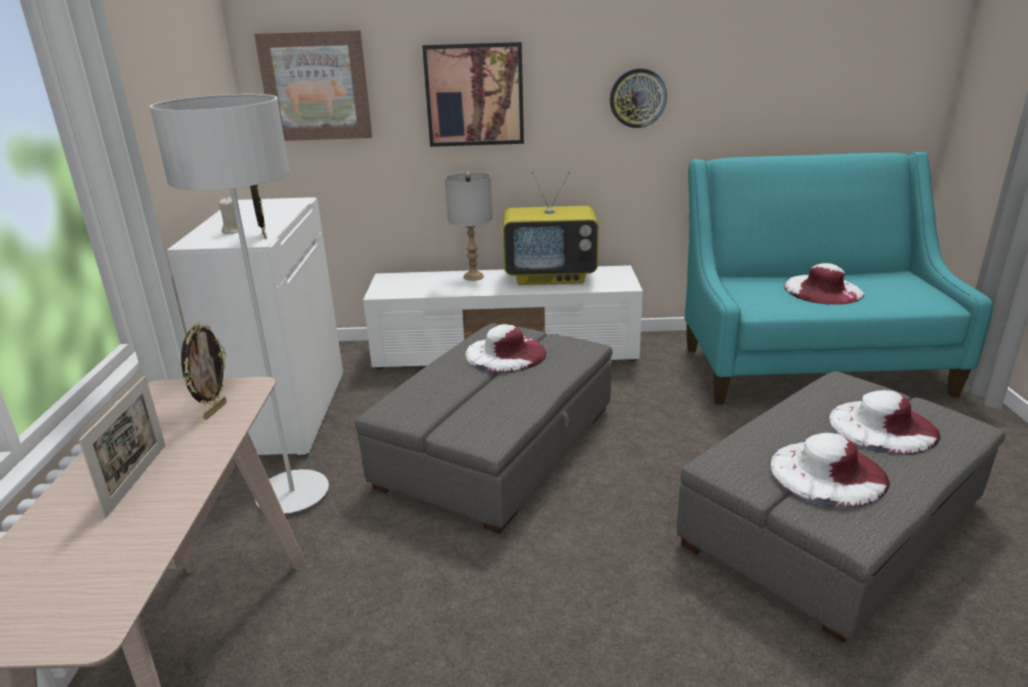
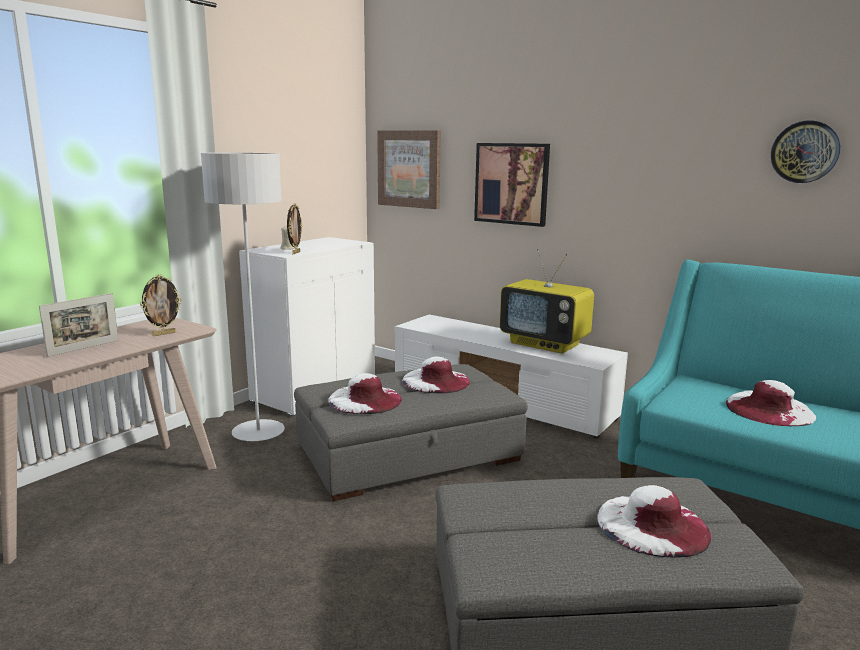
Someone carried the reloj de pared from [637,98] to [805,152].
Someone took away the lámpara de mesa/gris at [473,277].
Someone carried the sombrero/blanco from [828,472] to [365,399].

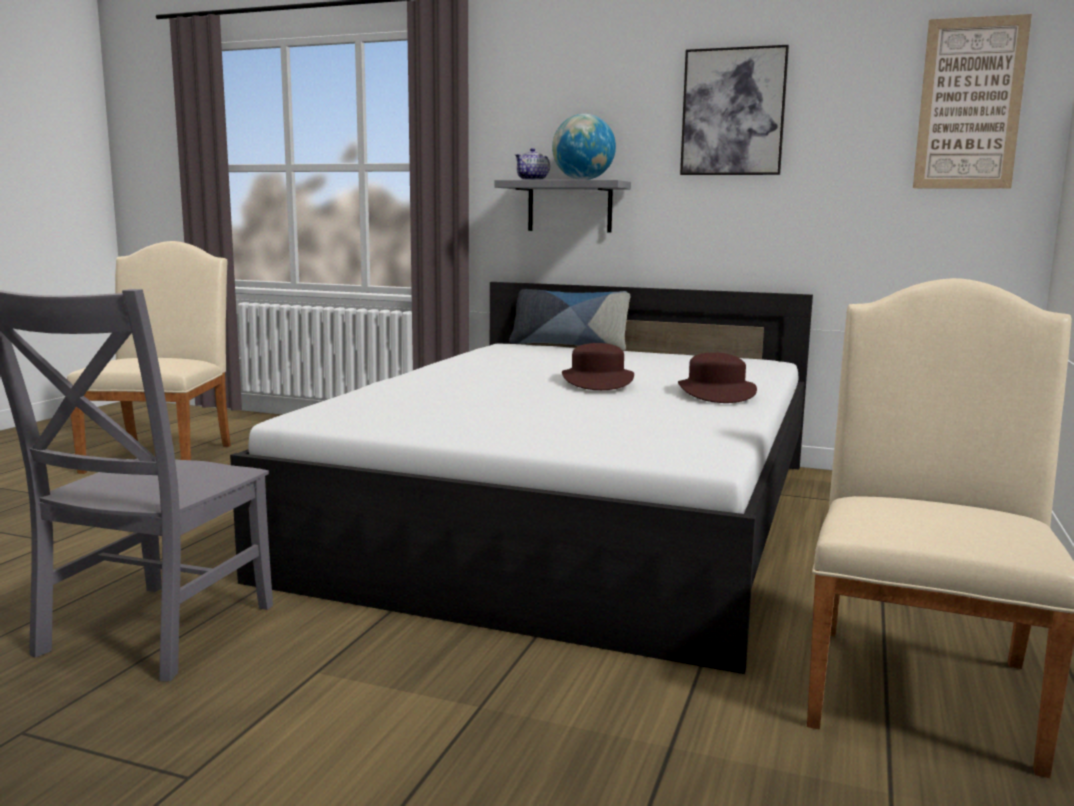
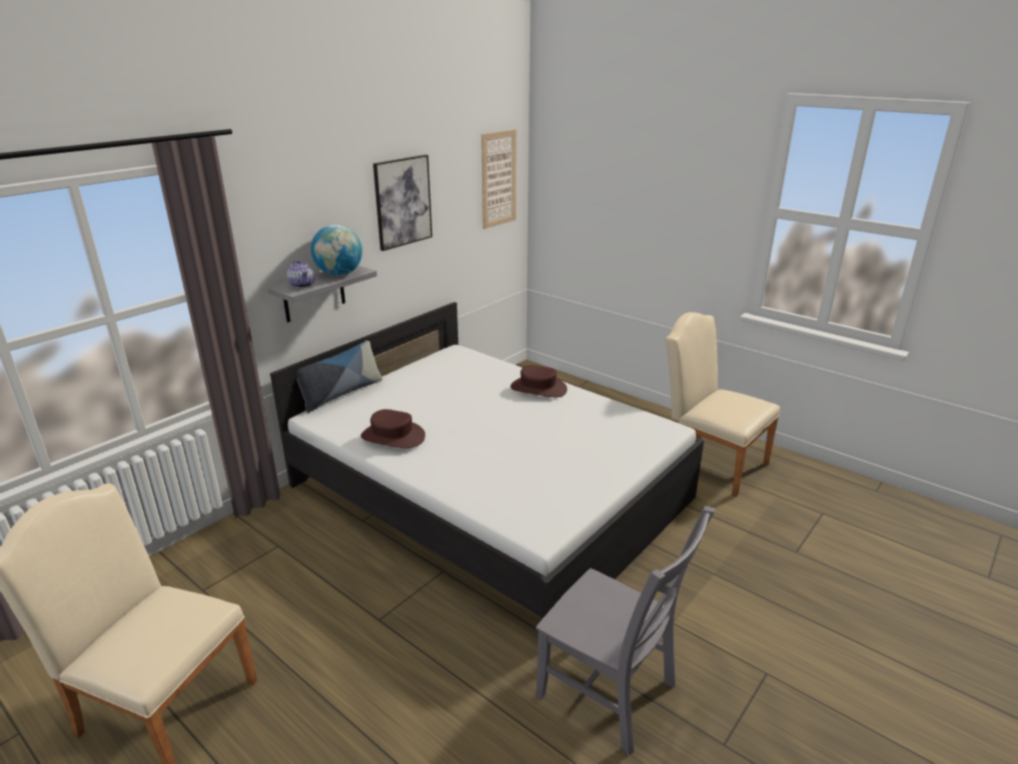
Someone carried the sombrero/marrón from [597,381] to [393,436].

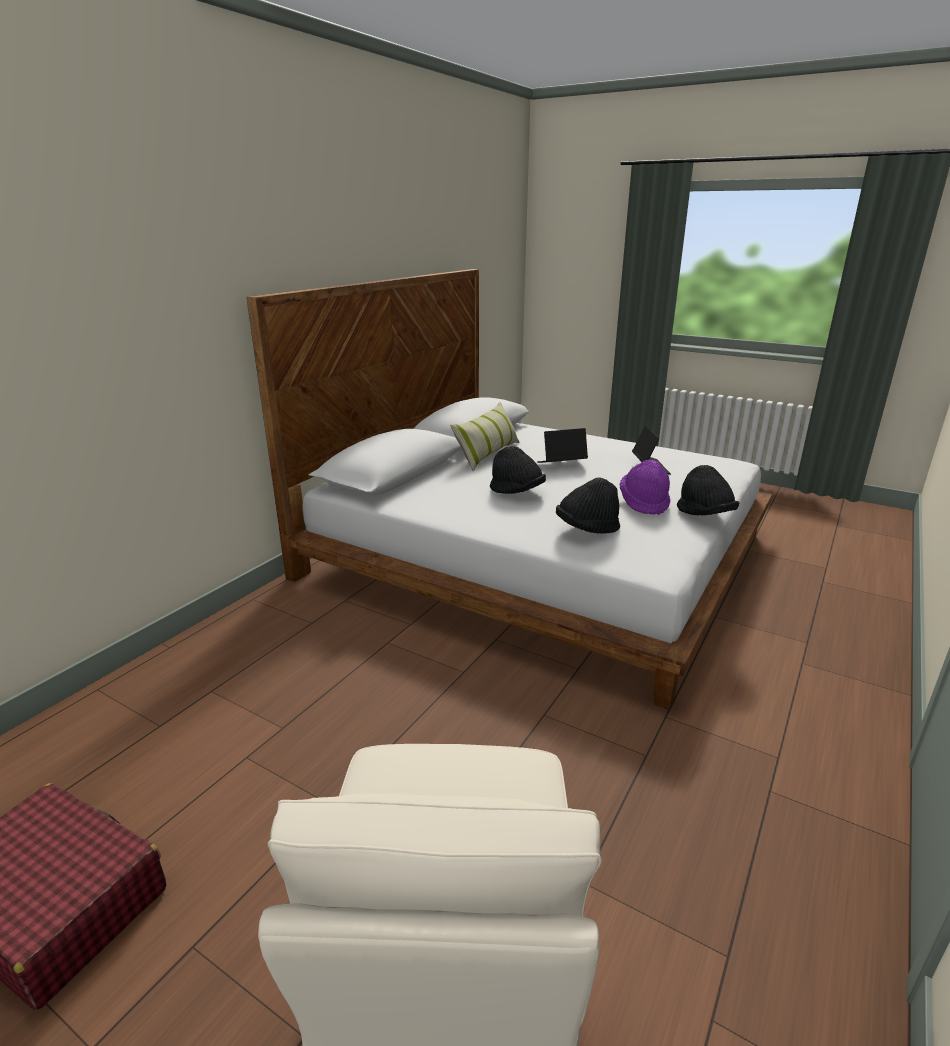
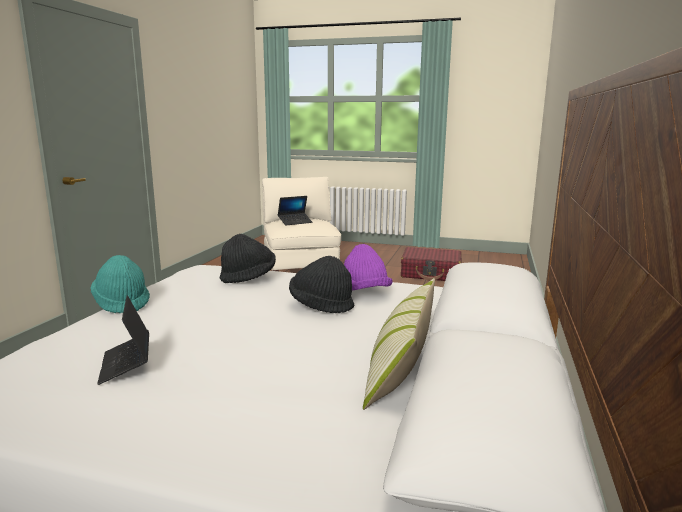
Someone carried the portátil from [561,464] to [295,222].
Someone carried the sombrero/morado from [644,503] to [365,292].
Someone repainted the sombrero/negro at [704,515], which became the sombrero/turquesa at [122,303].

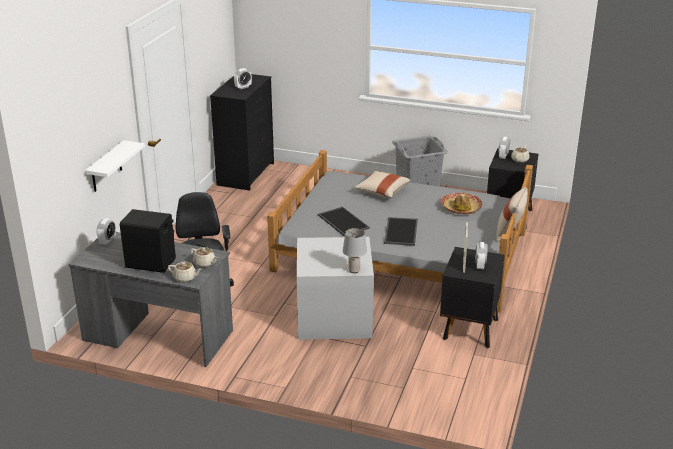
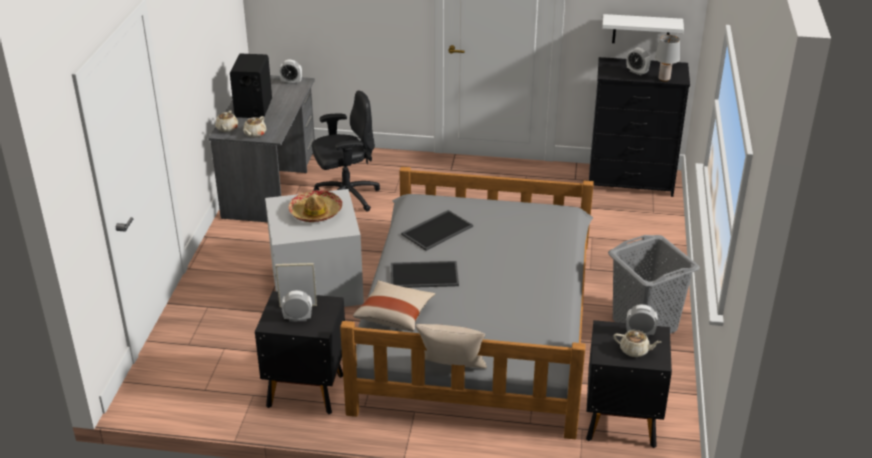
Someone carried the estante/blanco from [106,167] to [641,30].
Someone carried the cojín/beis from [382,192] to [395,315].
Someone carried the sombrero from [461,208] to [316,212].
Someone carried the lámpara de mesa/gris from [354,270] to [664,79].

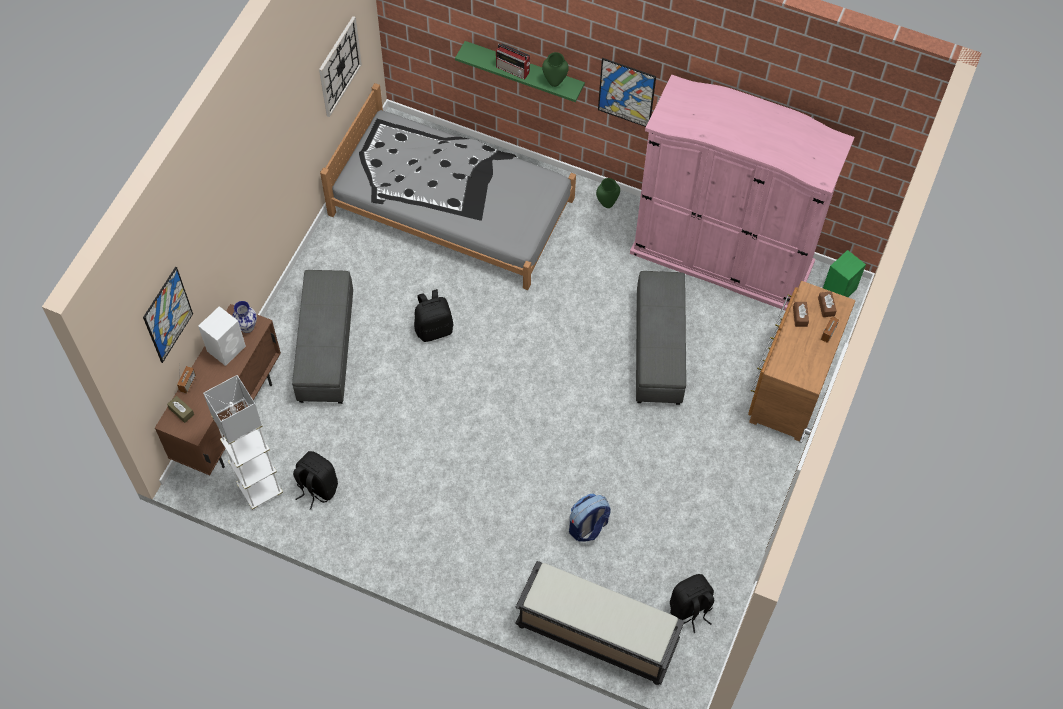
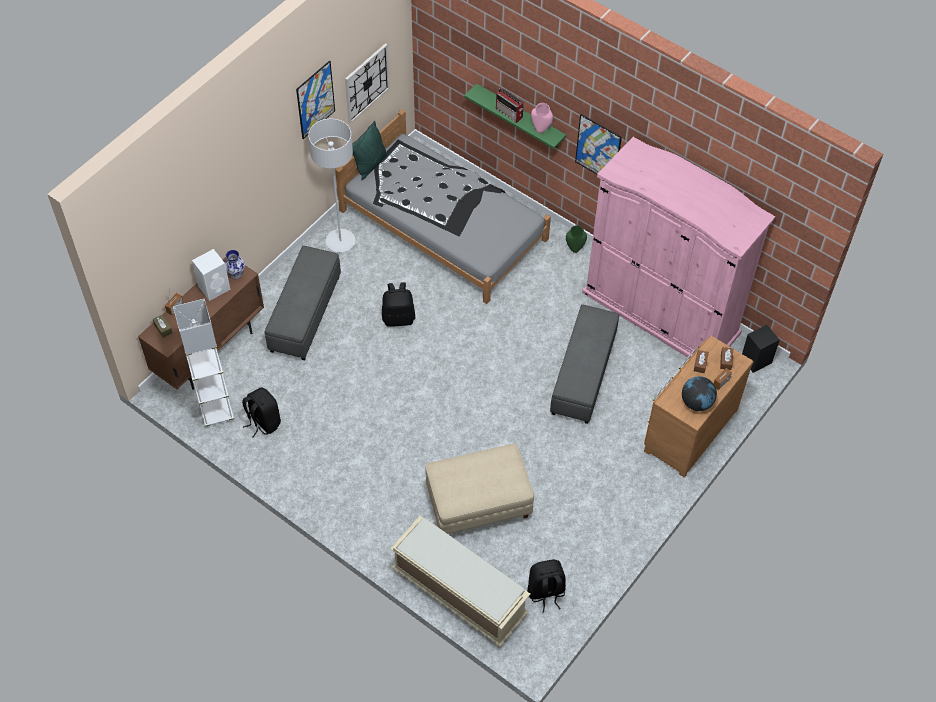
Someone repainted the florero/verde at [554,82], which became the florero/rosa at [541,129].
Someone repainted the altavoz/verde at [839,289], which became the altavoz/negro at [756,360].
Someone carried the cuadro from [168,315] to [315,100].
Someone swapped the mochila at [588,527] for the puf/beis at [478,505].
Someone repainted the banco/negro at [595,634], which became the banco/beis at [458,593].
Someone put down the lámpara de pie/gris at [340,241].
Someone put down the cojín/verde at [370,165].
Someone put down the globo terráqueo at [696,402].

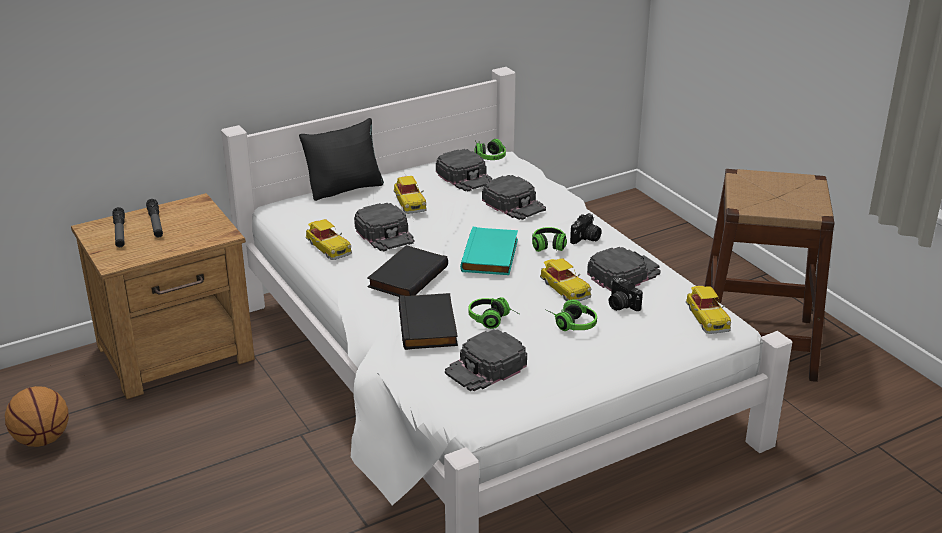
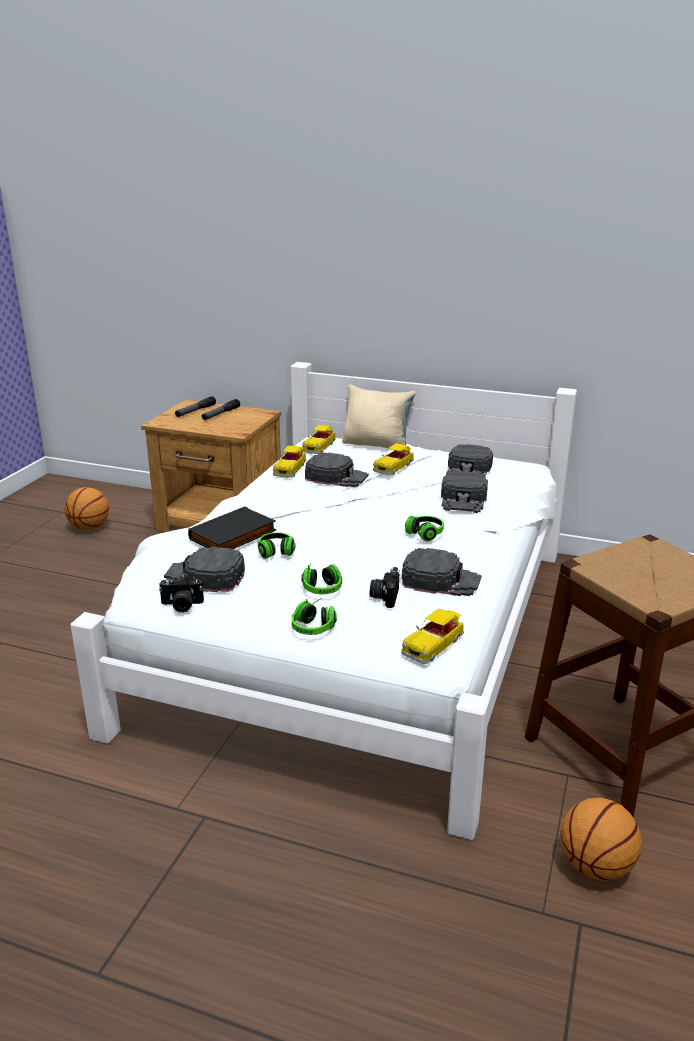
Someone repainted the cojín/negro at [345,188], which became the cojín/beis at [377,445].
Someone carried the auriculares from [488,156] to [316,625].
Someone rotated the gorra/negro at [385,233] by 90 degrees counterclockwise.
Someone carried the cámara from [586,238] to [181,606].
Someone took away the libro/turquesa at [491,256].
Someone took away the libro/negro at [406,276].
Someone carried the coche de juguete from [564,288] to [319,447].
Someone put down the balón de baloncesto at [596,867].

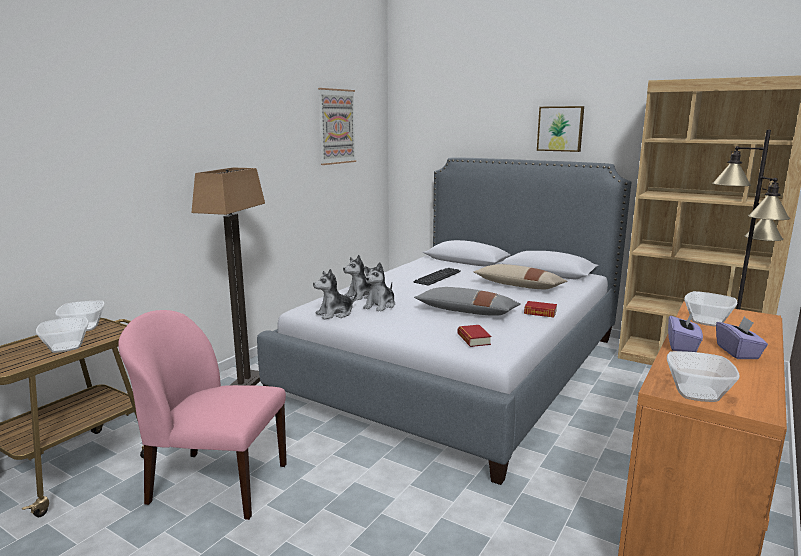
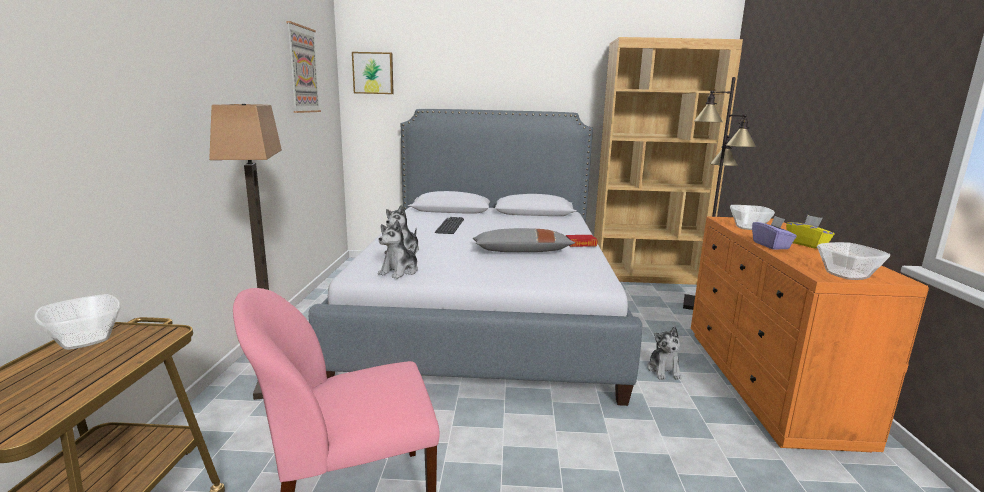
Someone carried the cuadro from [560,128] to [373,73].
Someone carried the peluche from [380,305] to [664,370].
Someone took away the cojín/beis at [519,286].
Someone repainted the caja de pañuelos/morado at [738,352], which became the caja de pañuelos/amarillo at [807,244].
Someone took away the cuenco at [67,347].
Someone took away the libro at [473,339].

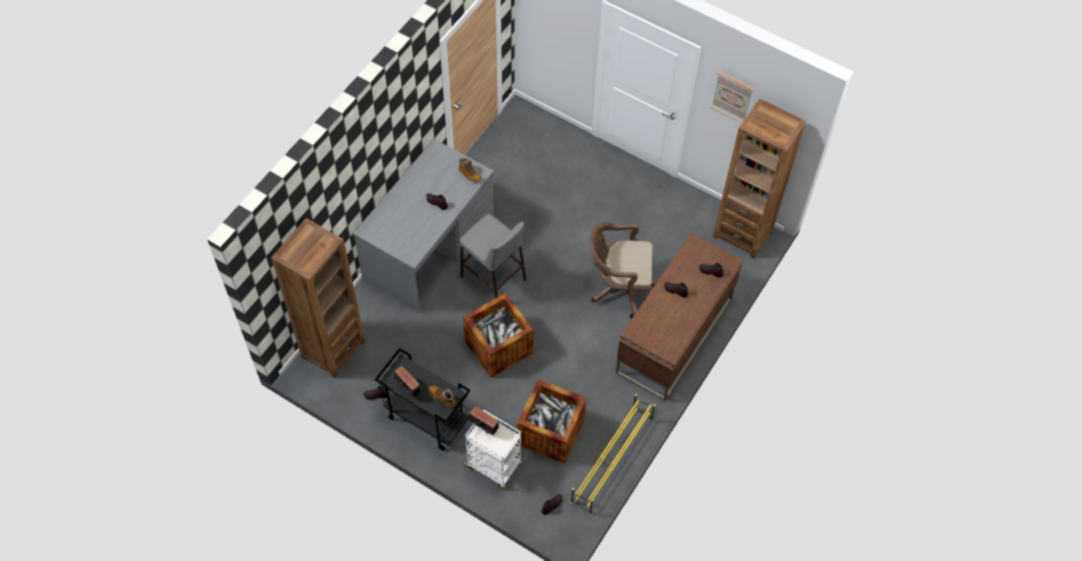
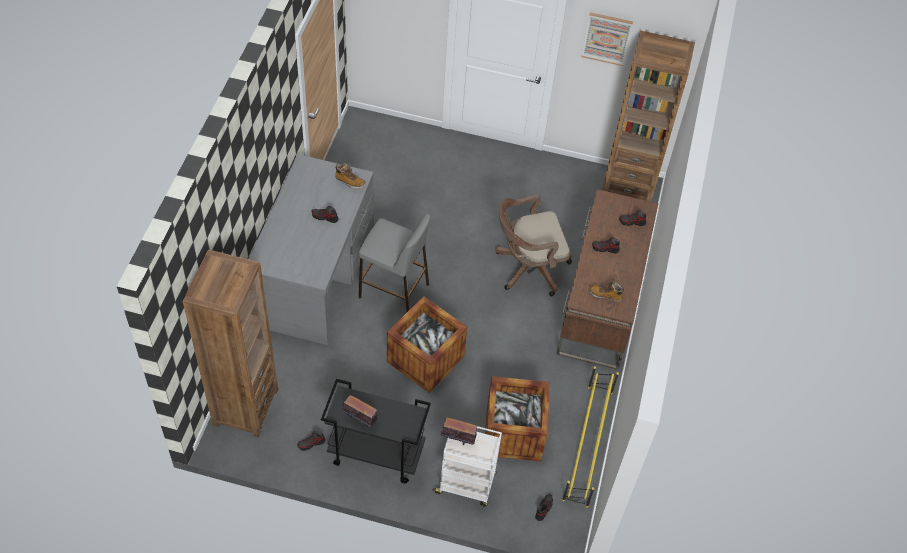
Someone carried the bota from [442,397] to [605,295].

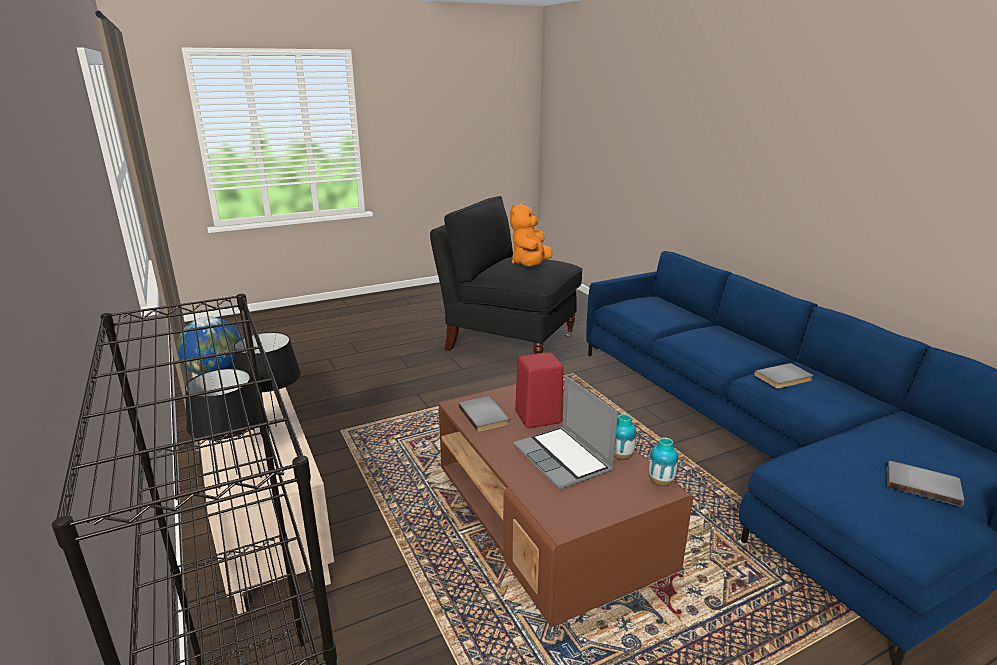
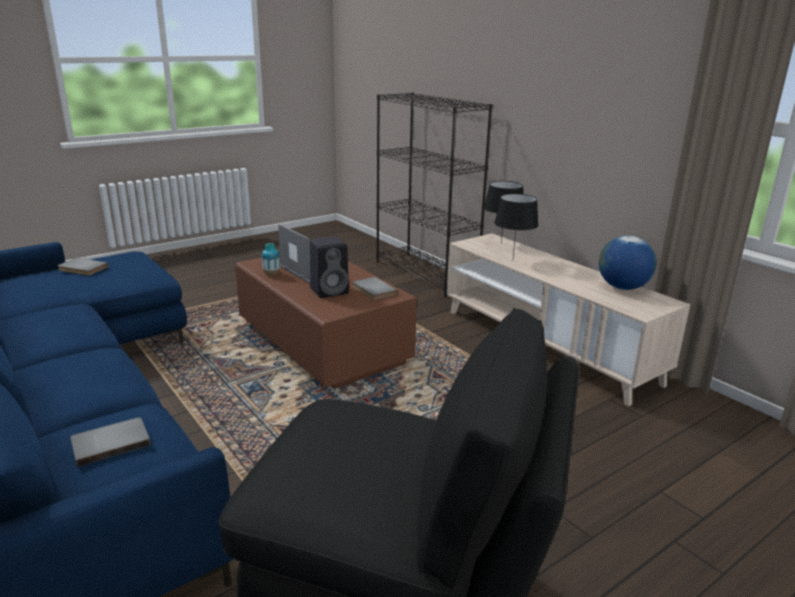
Someone took away the peluche/naranja at [530,265].
Someone repainted the altavoz/rojo at [537,418], which became the altavoz/negro at [330,291].
Someone carried the libro/gris from [784,378] to [110,442].
Someone took away the florero at [660,482].

